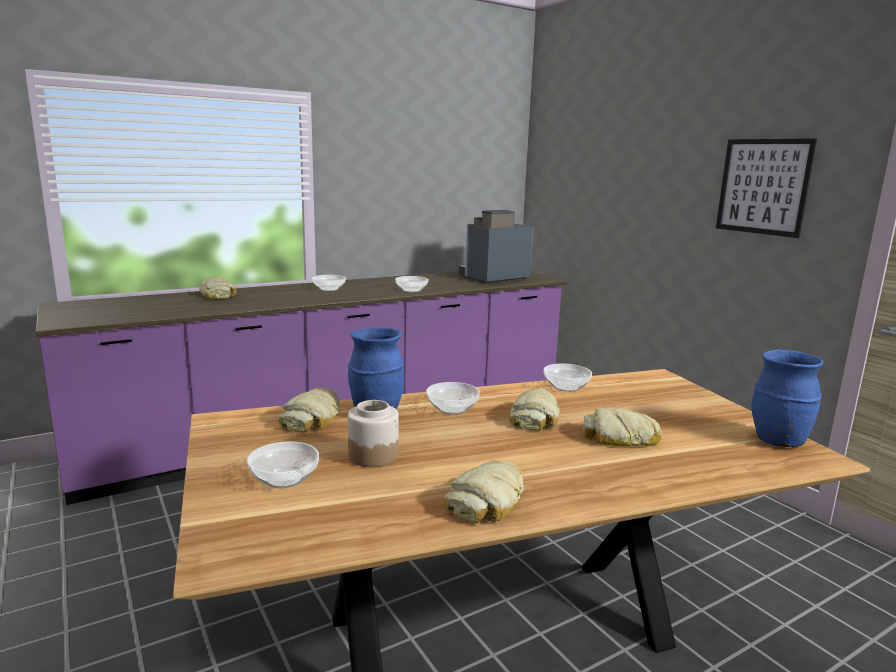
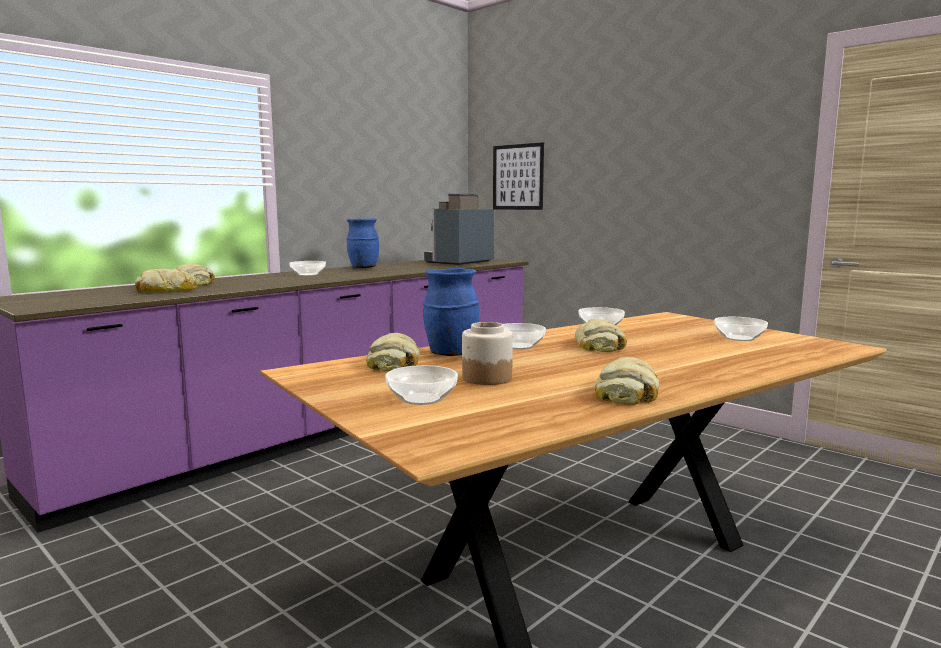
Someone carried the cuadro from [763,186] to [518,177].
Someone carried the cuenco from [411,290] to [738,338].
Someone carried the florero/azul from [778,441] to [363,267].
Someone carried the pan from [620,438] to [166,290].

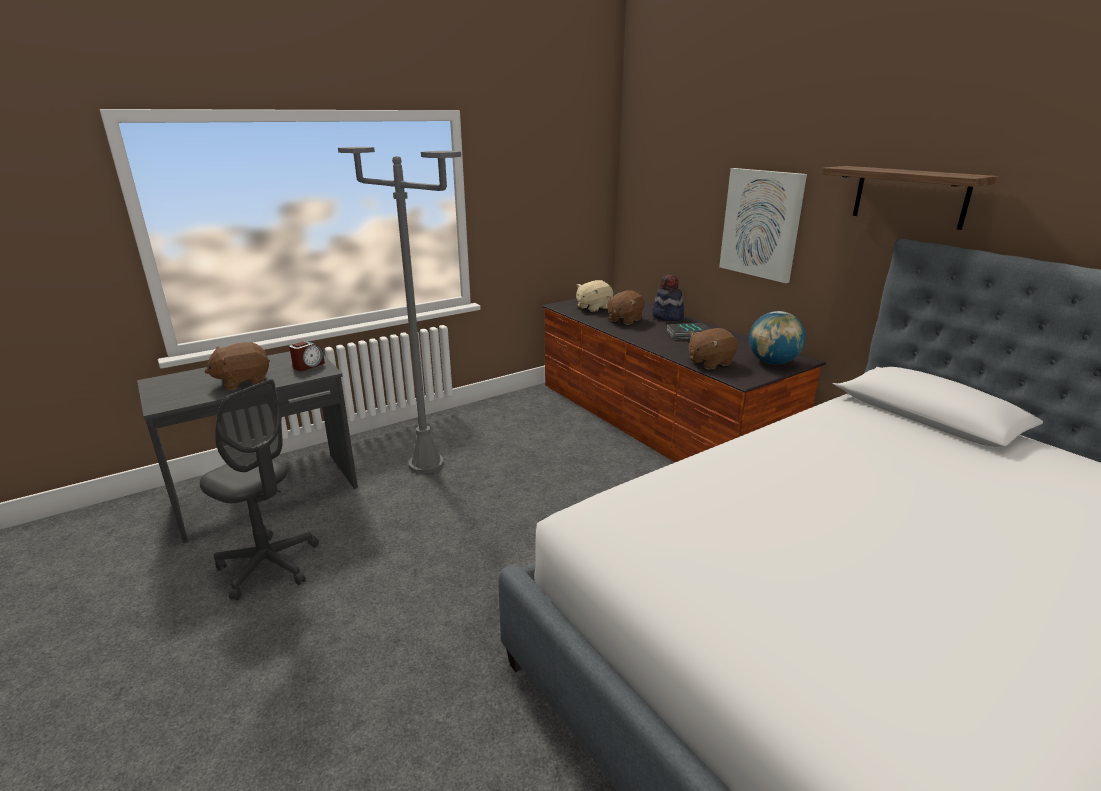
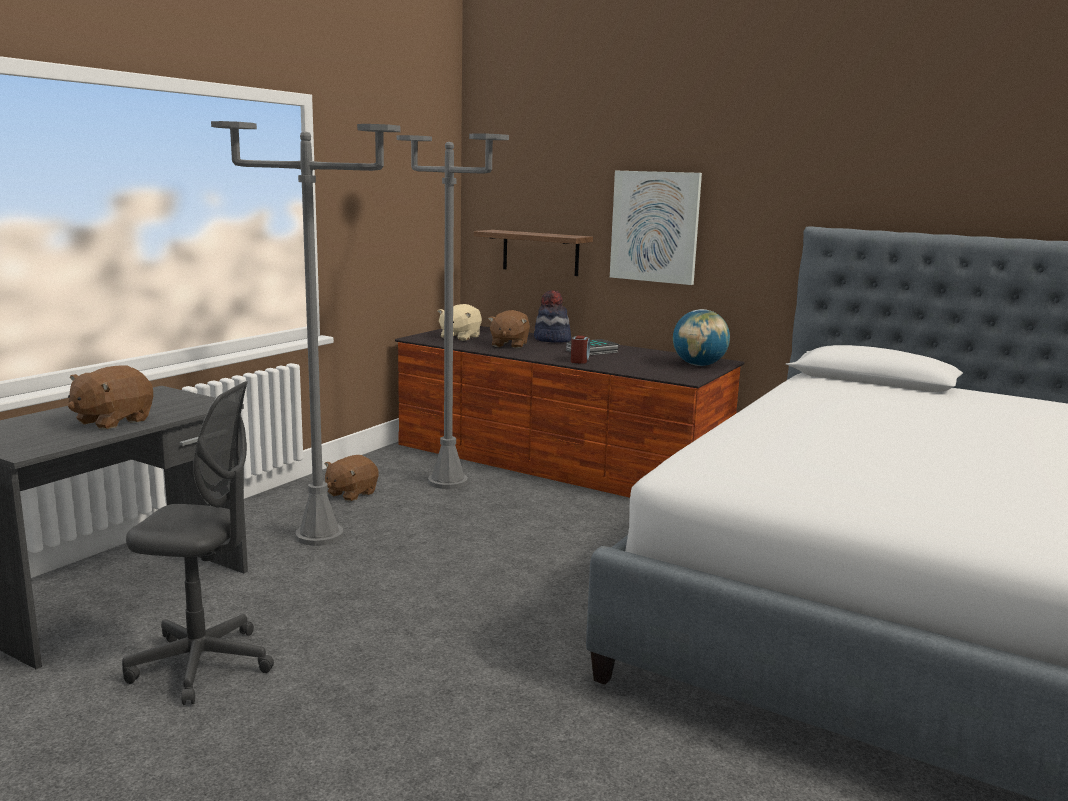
Someone carried the estante from [910,196] to [540,252].
Someone carried the peluche/marrón from [710,362] to [351,494].
Someone carried the despertador from [308,366] to [579,360].
Someone put down the lámpara de pie/gris at [447,482].

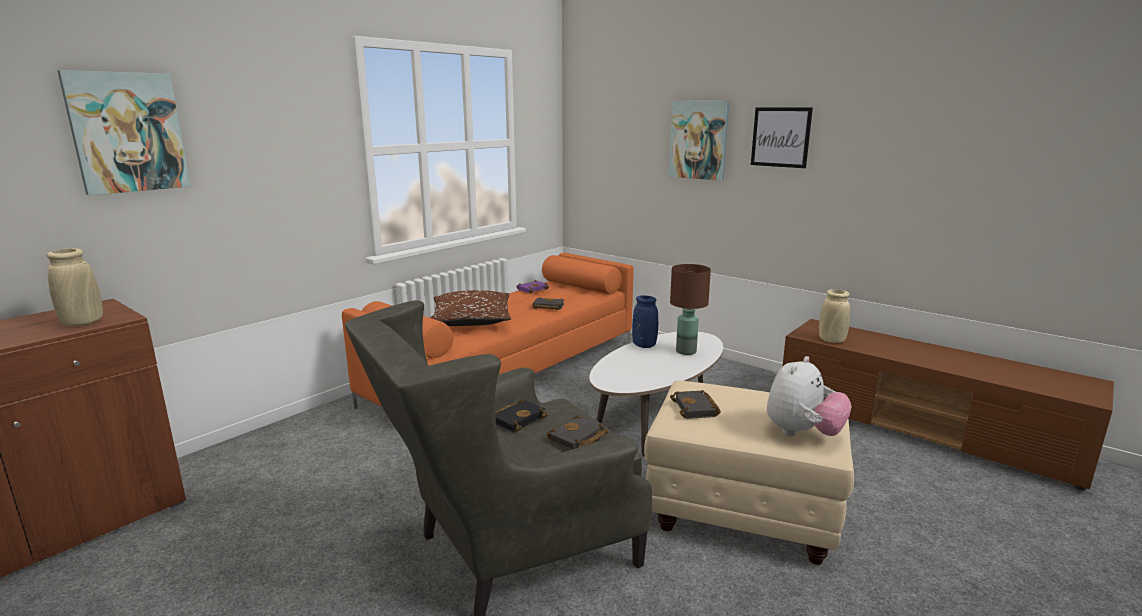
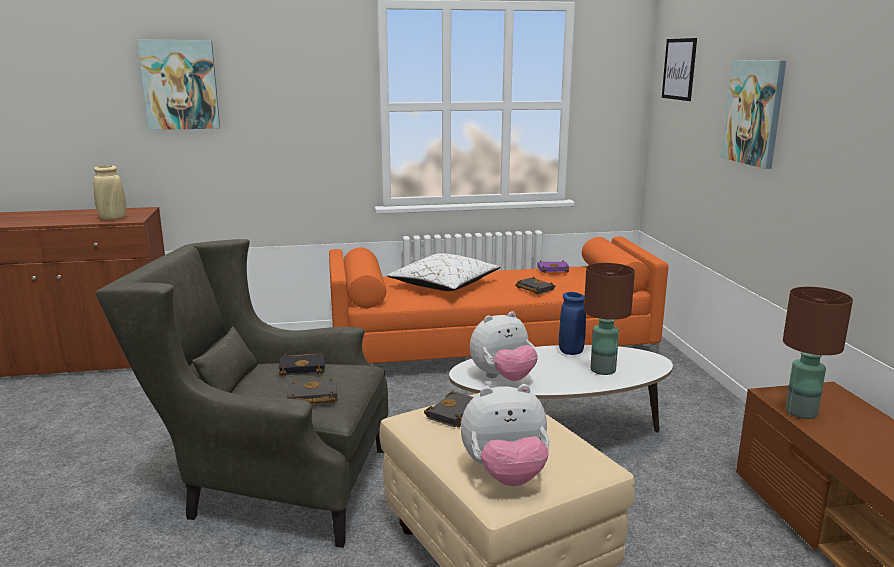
Someone carried the cuadro from [780,137] to [679,69].
Someone swapped the florero/beis at [831,340] for the lámpara de mesa/marrón at [801,413].
Someone repainted the cojín/marrón at [471,321], which became the cojín/blanco at [444,285].
Someone put down the peluche at [503,378].

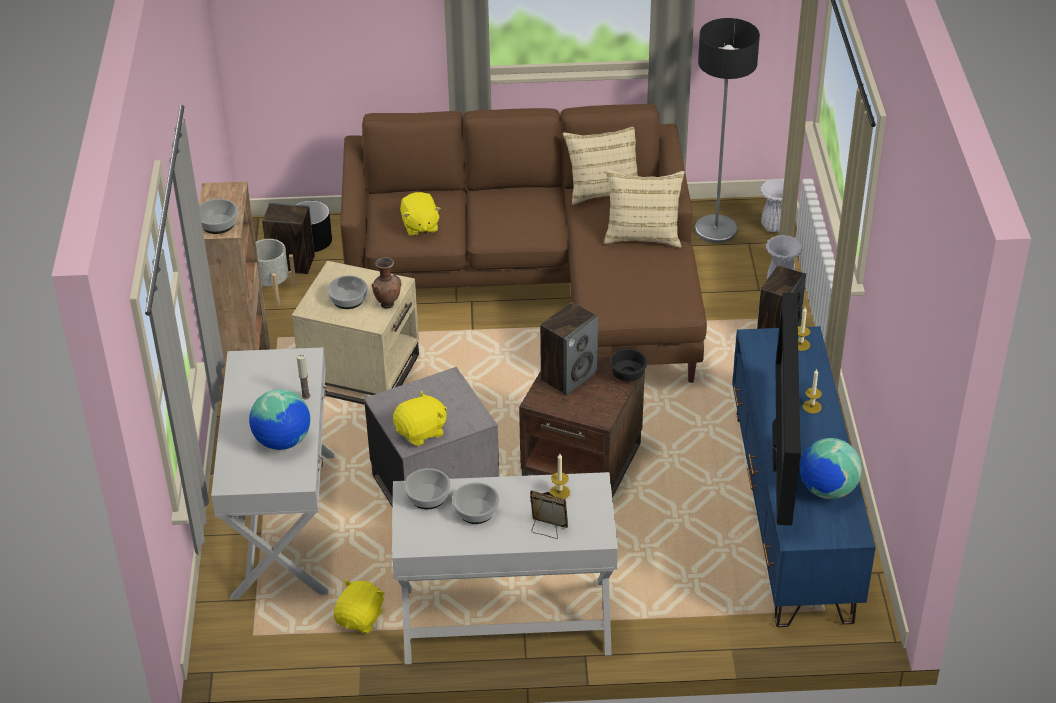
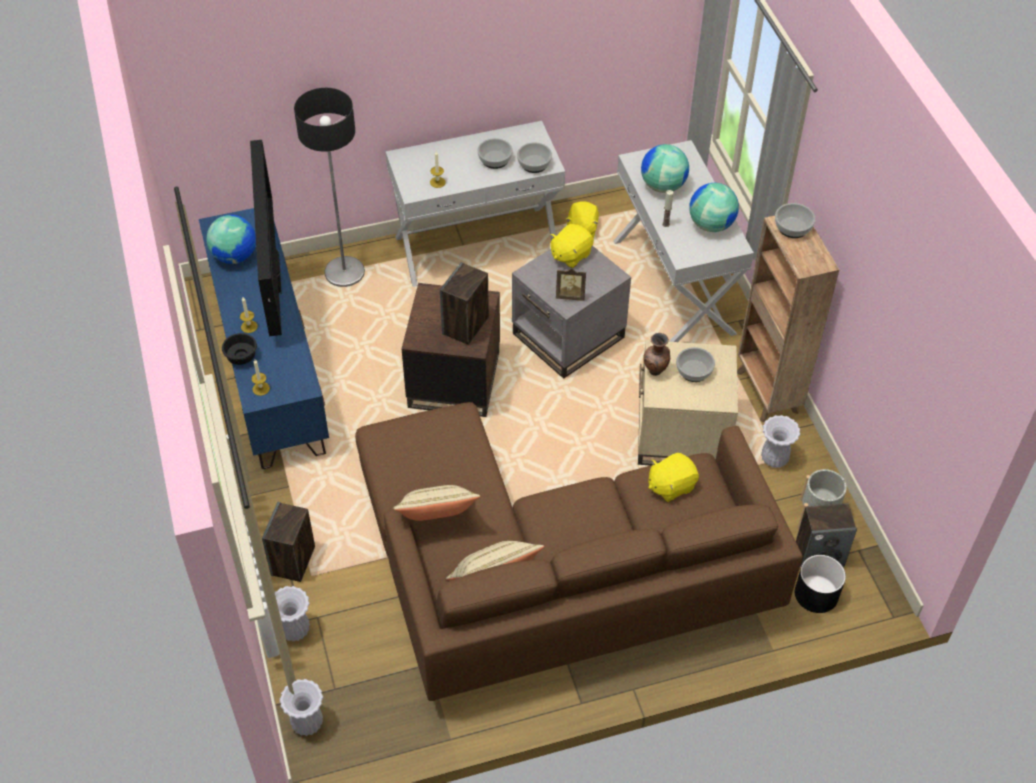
Someone carried the lámpara de pie from [716,229] to [344,273].
Someone rotated the peluche/amarillo at [420,226] by 90 degrees counterclockwise.
Someone carried the cuenco/negro from [629,374] to [240,357].
Someone carried the portarretratos from [547,529] to [570,295].
Someone put down the globo terráqueo at [711,224].
Someone put down the florero/blanco at [774,458].

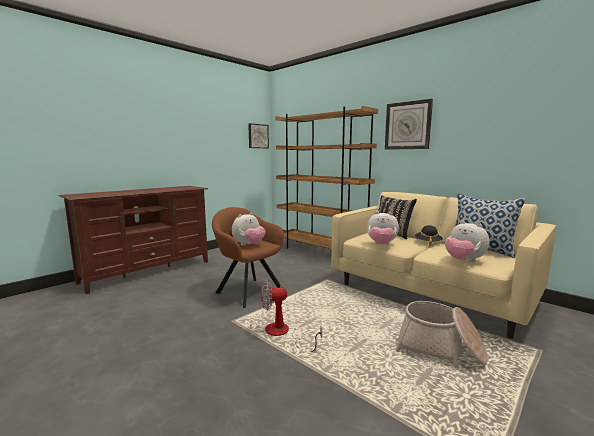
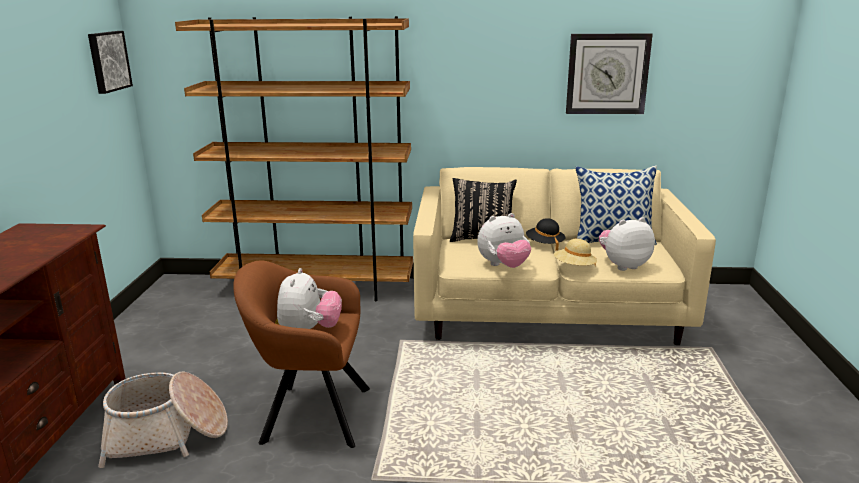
Someone carried the reloj de pared from [408,125] to [607,74].
Someone rotated the peluche at [464,260] by 150 degrees clockwise.
Someone took away the ventilador at [283,334].
Someone carried the cesta from [440,348] to [167,435].
Someone put down the sombrero/beis at [574,267].

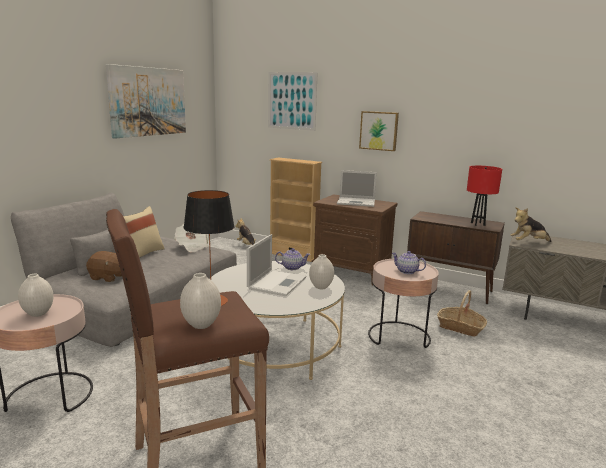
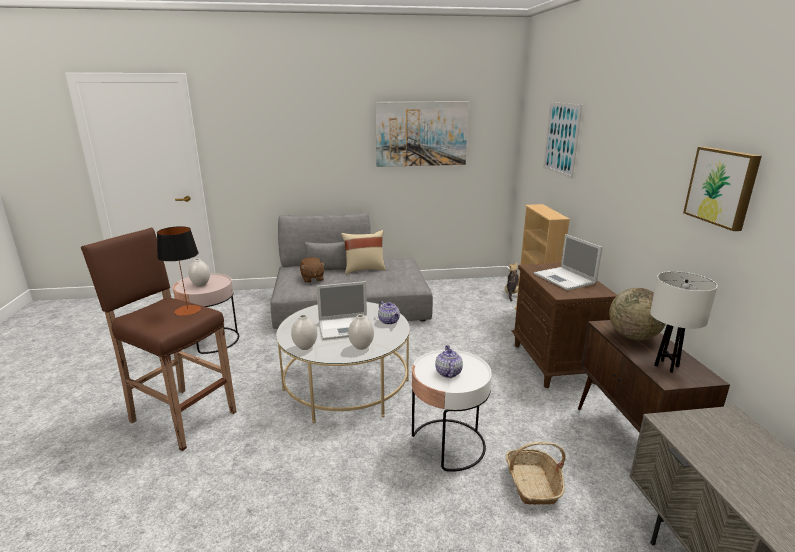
Someone carried the cuadro from [379,130] to [722,187].
Someone repainted the lámpara de mesa/rojo at [478,224], which became the lámpara de mesa/blanco at [666,366].
Someone took away the peluche at [528,243].
Someone took away the periódico at [192,246].
Someone repainted the mesa auxiliar/rosa at [399,336], which became the mesa auxiliar/blanco at [448,444].
Someone carried the florero/blanco from [201,325] to [305,347].
Someone put down the globo terráqueo at [633,336].

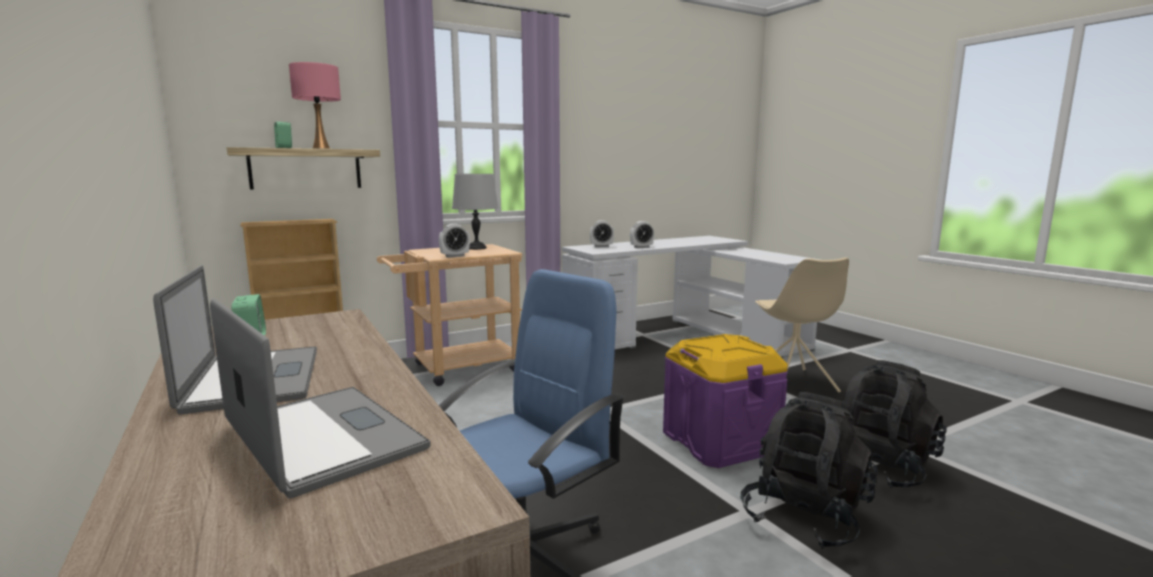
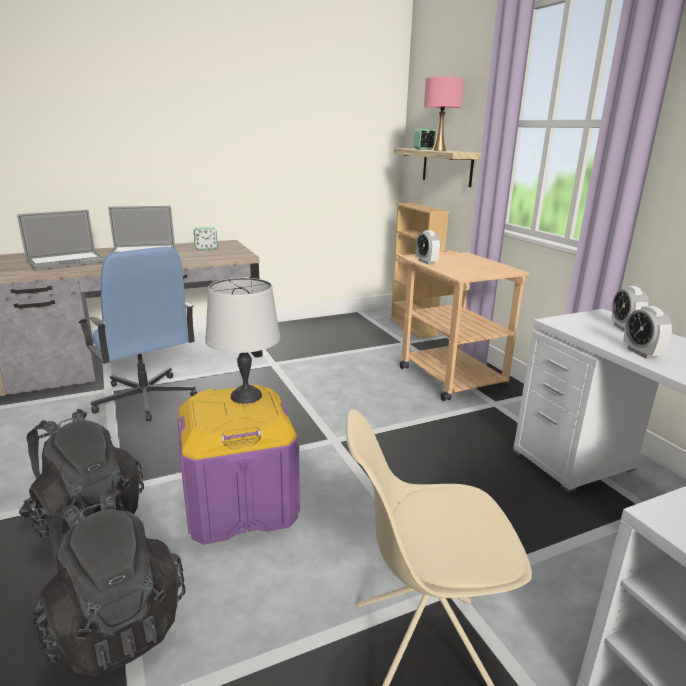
Someone carried the lámpara de mesa/gris from [476,248] to [247,396].

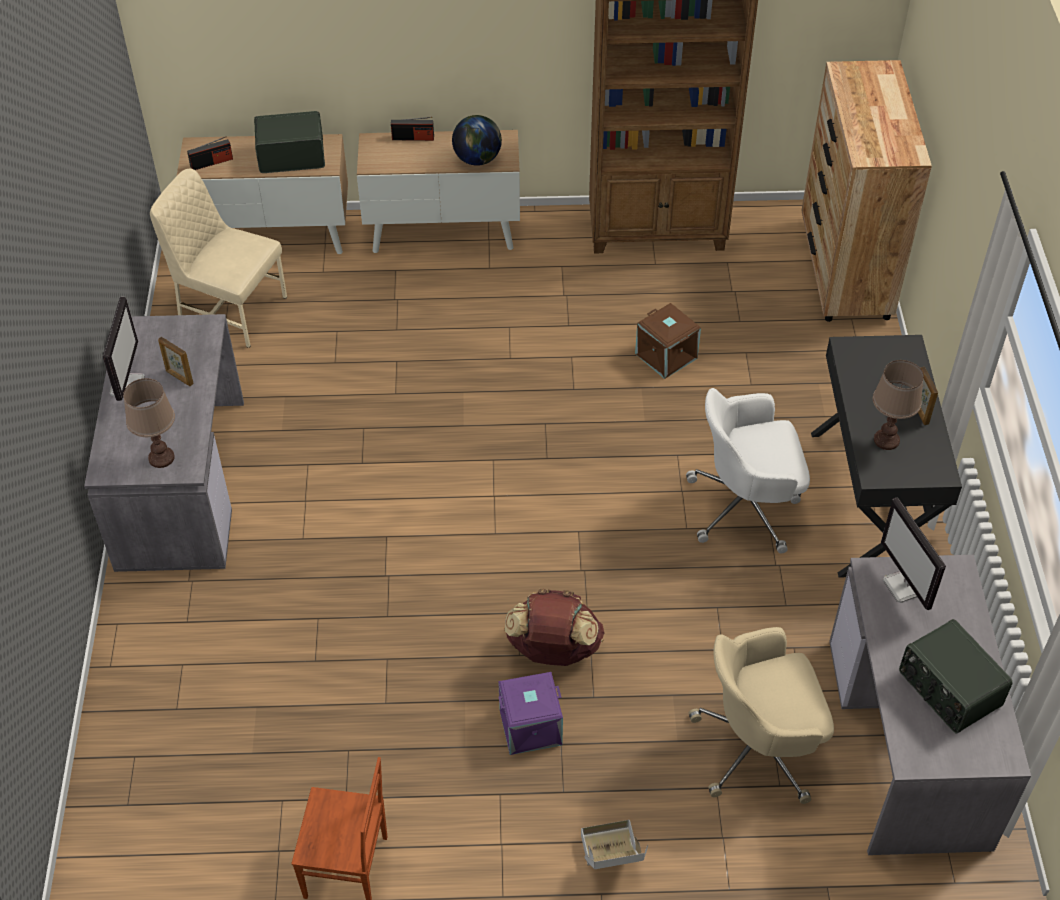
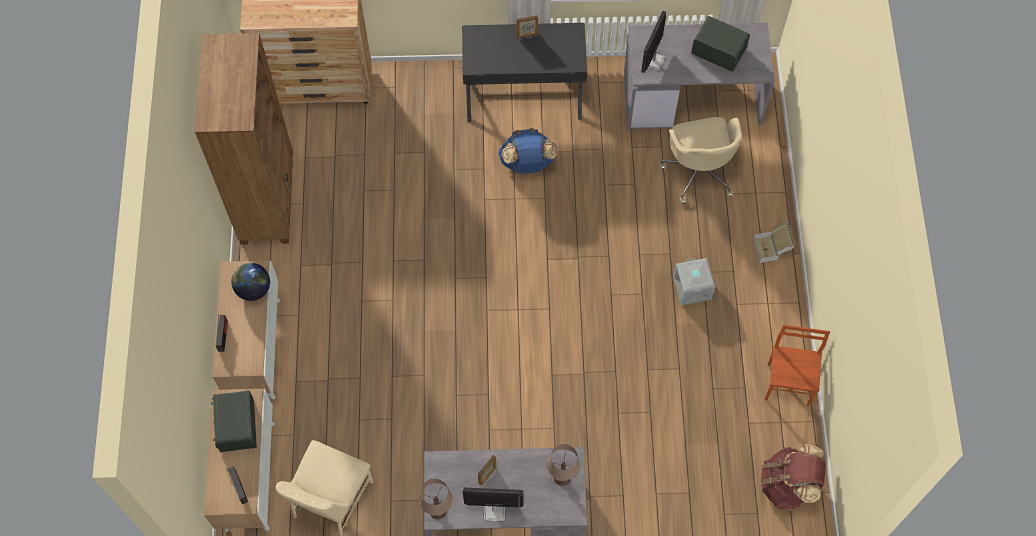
Someone took away the caja de almacenaje/marrón at [667,355].
Someone carried the lámpara de mesa/marrón from [886,440] to [437,510].
Someone swapped the silla de oficina/blanco at [746,506] for the mochila/azul at [527,163].
Someone rotated the monitor at [905,586] by 135 degrees clockwise.
Someone carried the mochila/marrón from [553,650] to [787,485].
Someone rotated the radio at [948,689] by 120 degrees counterclockwise.
Someone repainted the caja de almacenaje/morado at [530,728], which became the caja de almacenaje/gris at [692,288].

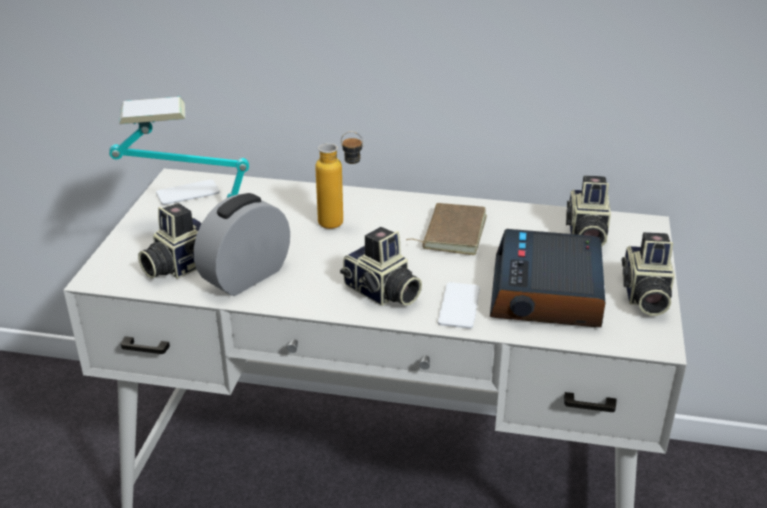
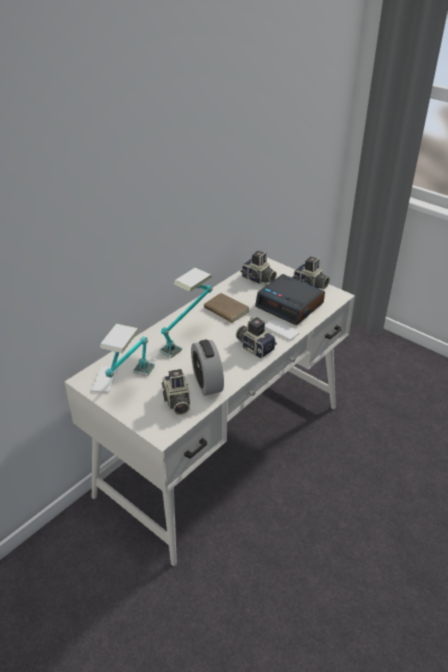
Someone swapped the botella at [341,224] for the lámpara de mesa at [188,338].
Someone rotated the cámara at [381,293] by 120 degrees counterclockwise.

